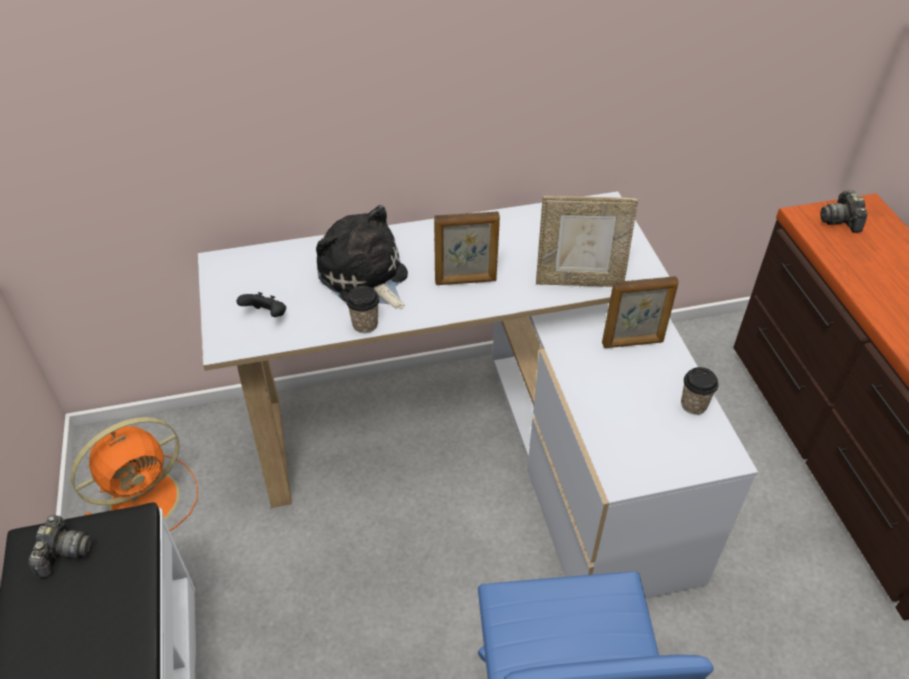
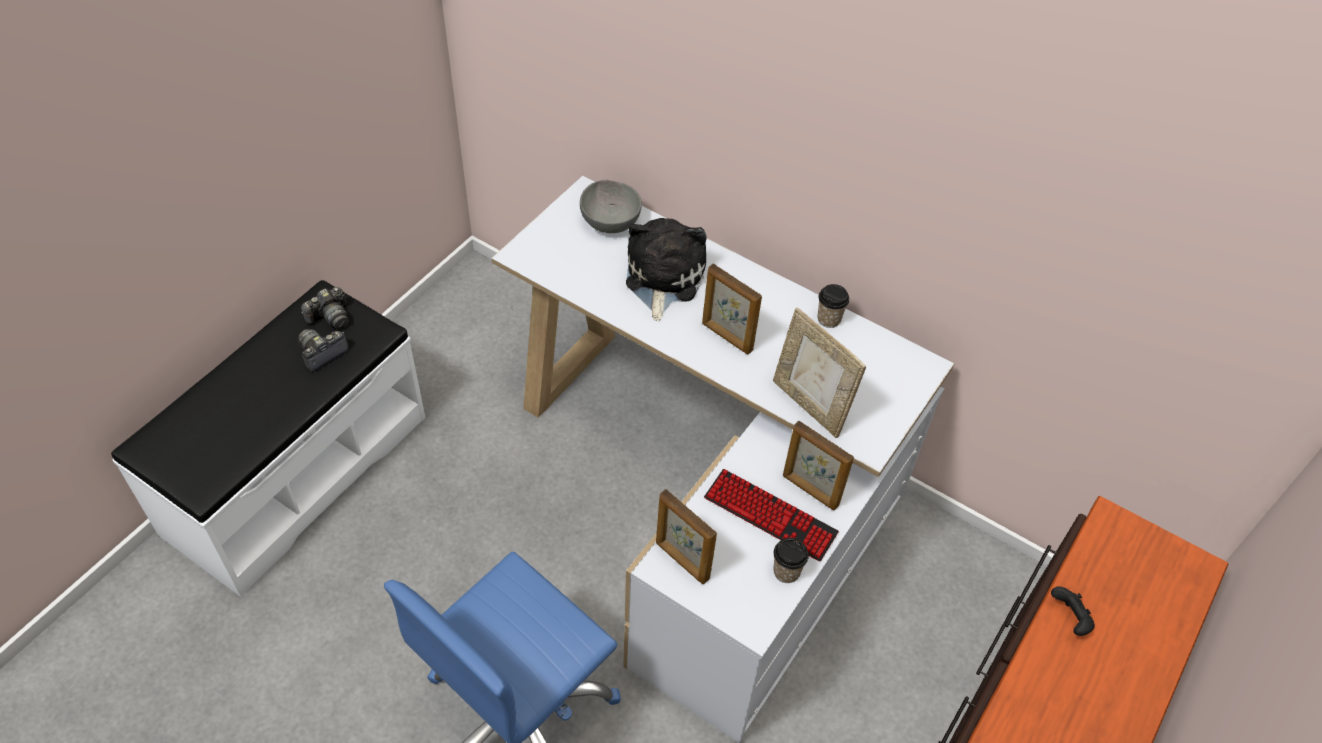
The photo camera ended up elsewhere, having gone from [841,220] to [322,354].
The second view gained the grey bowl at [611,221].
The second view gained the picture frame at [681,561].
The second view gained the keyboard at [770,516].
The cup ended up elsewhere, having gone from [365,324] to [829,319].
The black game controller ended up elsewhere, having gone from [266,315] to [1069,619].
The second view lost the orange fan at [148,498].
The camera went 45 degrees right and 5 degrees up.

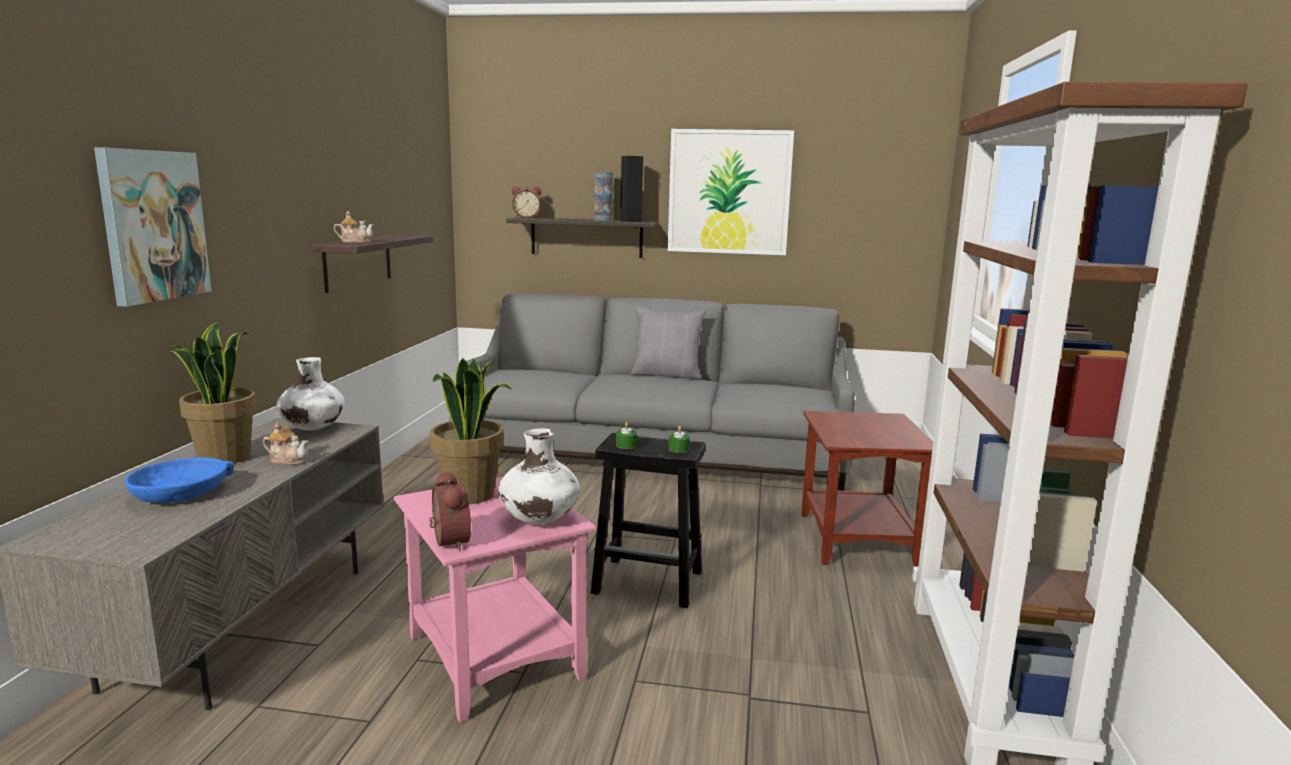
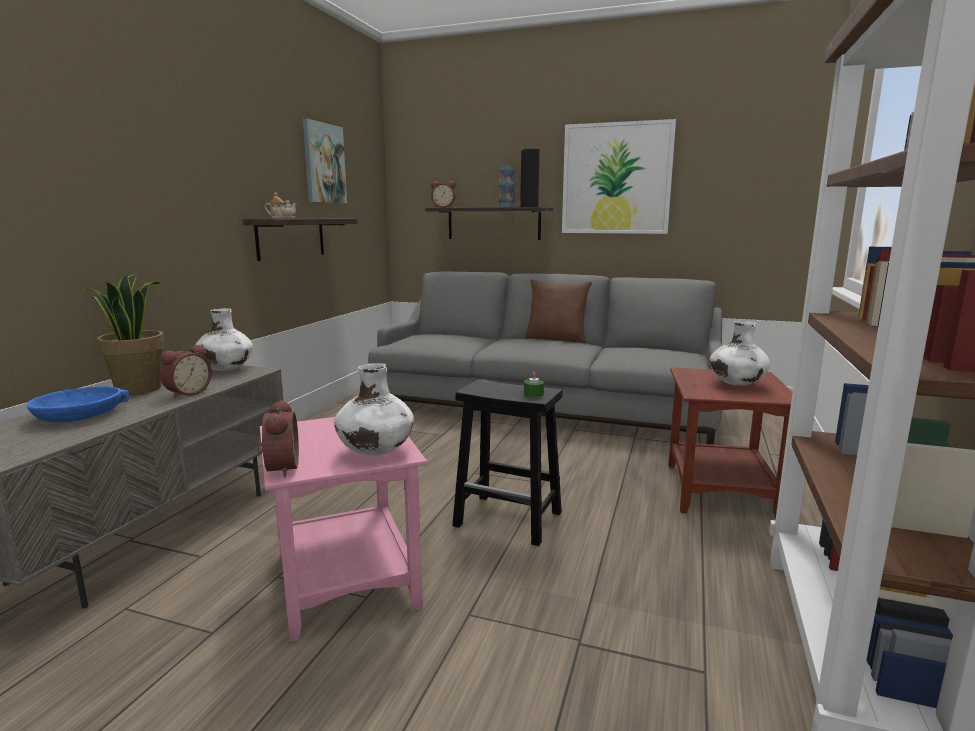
Where the teapot stood at [289,460], the alarm clock came to stand at [187,393].
The picture ended up elsewhere, having gone from [153,225] to [323,163].
What was the grey pillow at [667,374] turned into the brown pillow at [556,339].
The second view gained the white vase at [736,384].
The second view lost the potted plant at [470,495].
The second view lost the green candle at [626,445].
The camera went 10 degrees right and 0 degrees up.

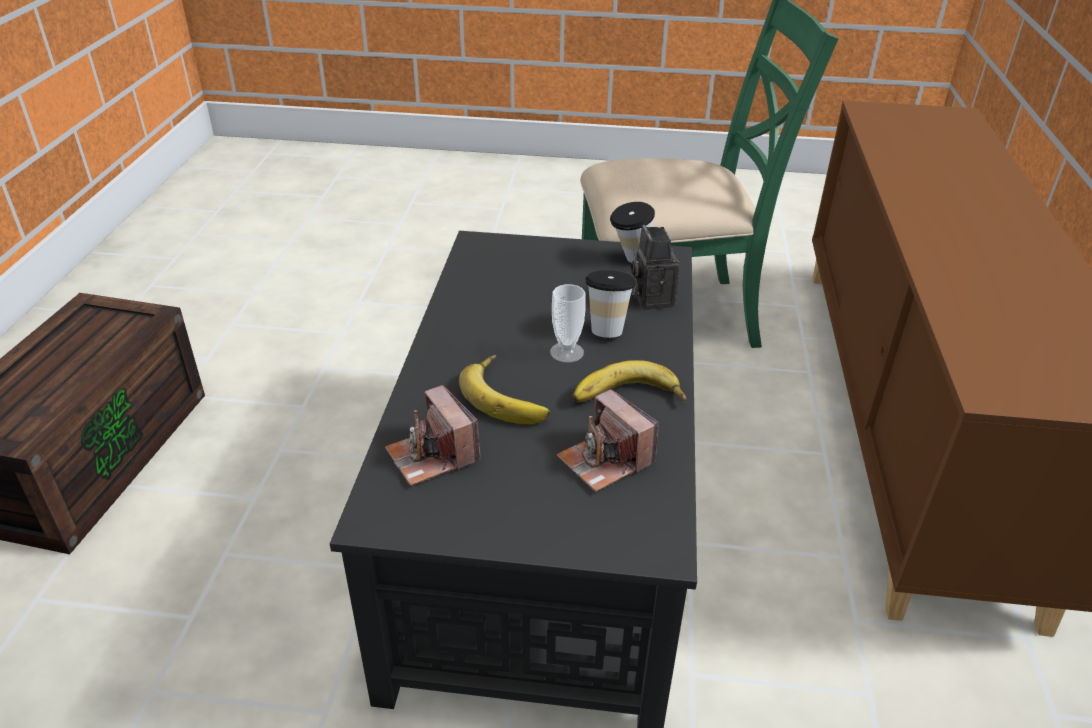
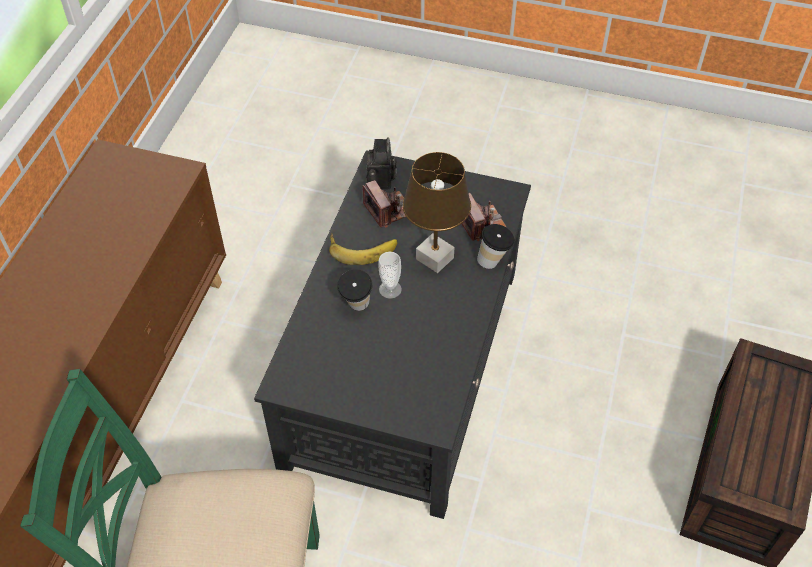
The photo camera ended up elsewhere, having gone from [650,298] to [381,182].
Where the banana stood at [508,396], the brown table lamp came to stand at [434,258].
The cup ended up elsewhere, having gone from [630,259] to [494,261].
The camera went 170 degrees left and 15 degrees up.

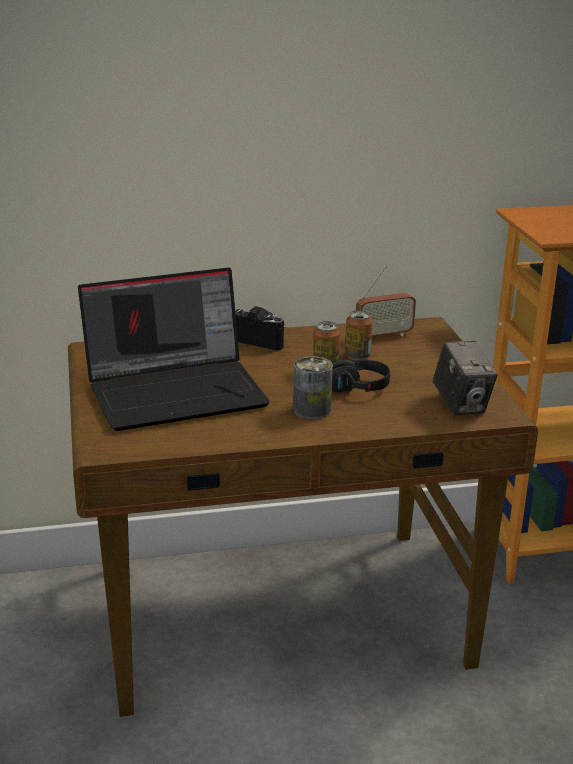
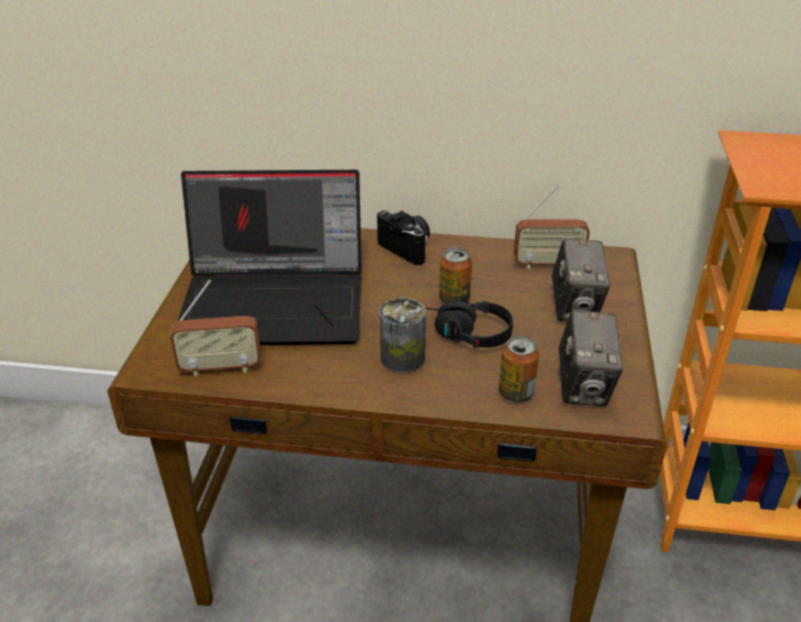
The second view gained the radio at [220,368].
The can ended up elsewhere, having gone from [357,356] to [516,393].
The second view gained the photo camera at [575,308].
The camera went 20 degrees right and 10 degrees up.

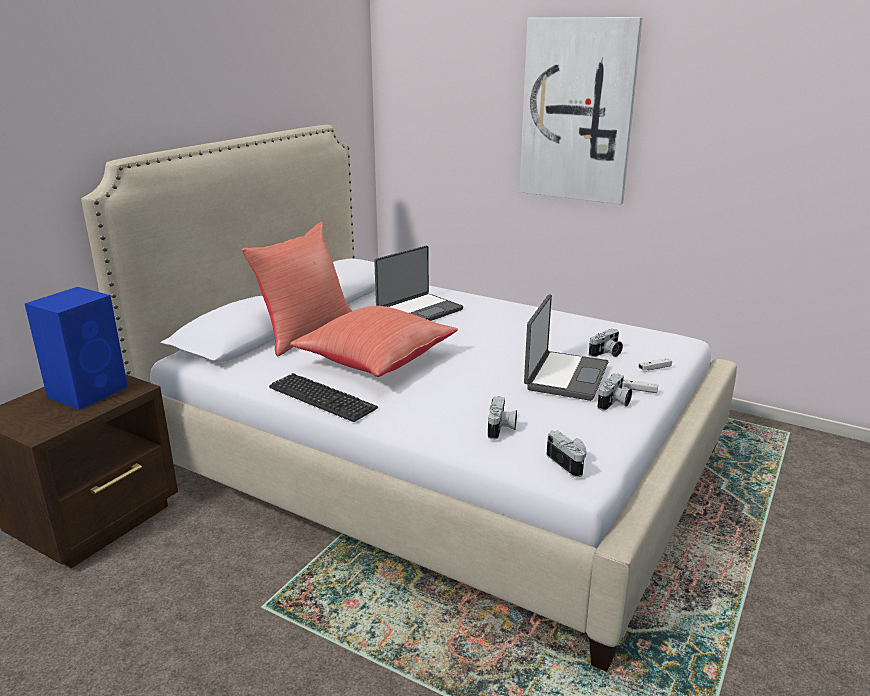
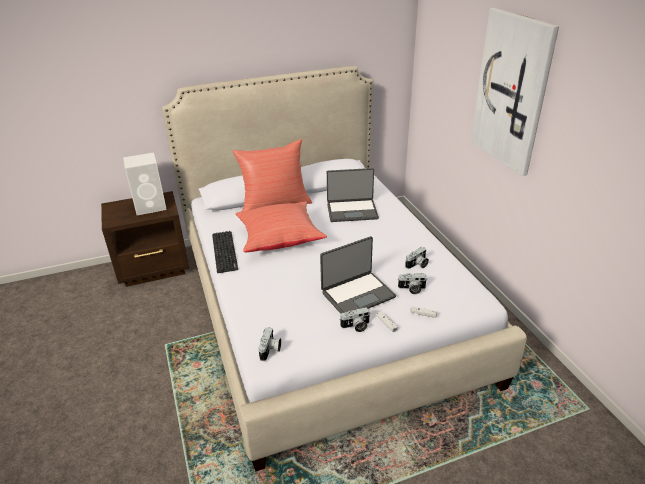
What was the blue speaker at [89,391] turned into the white speaker at [151,206].
The photo camera ended up elsewhere, having gone from [501,429] to [417,265].
The camera went 40 degrees right and 10 degrees up.

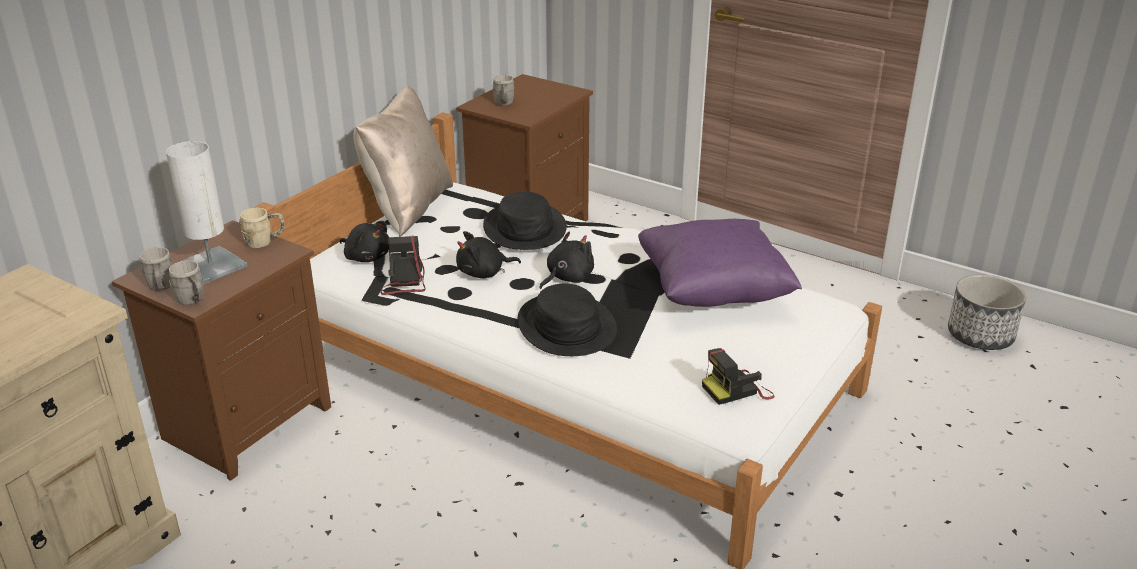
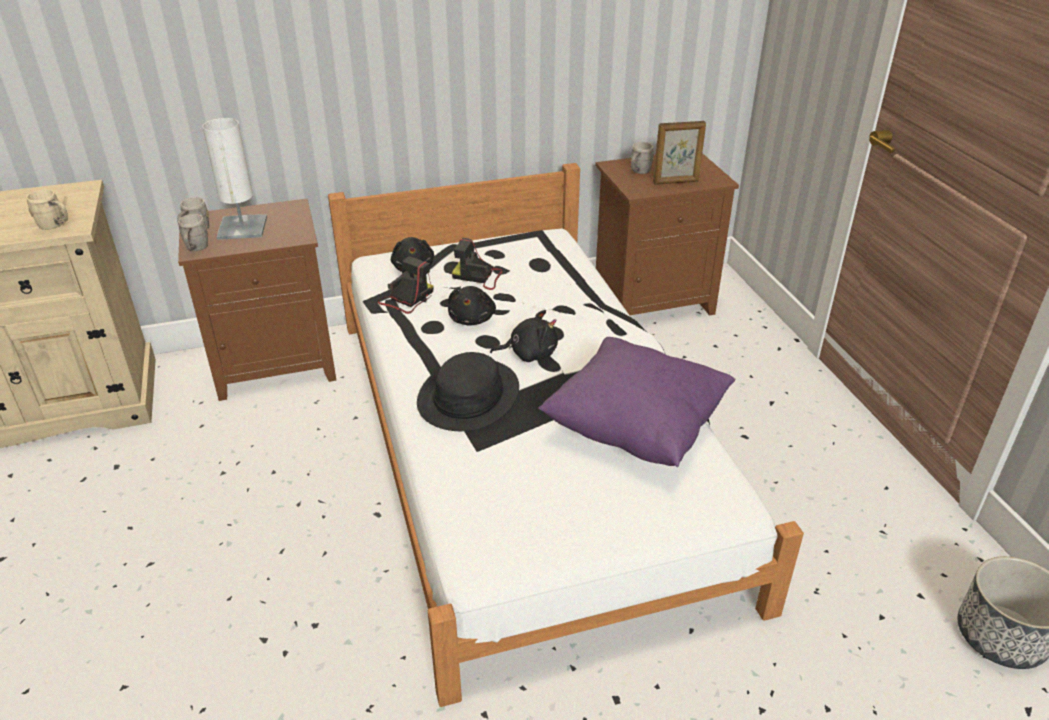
The beige mug ended up elsewhere, having gone from [265,242] to [55,225].
The black plush toy at [484,273] ended up facing another way, 105 degrees counterclockwise from before.
The photo camera ended up elsewhere, having gone from [737,390] to [478,277].
The second view gained the picture frame at [676,182].
The second view lost the beige pillow at [408,208].
The second view lost the black hat at [525,228].
The camera went 40 degrees right and 5 degrees up.

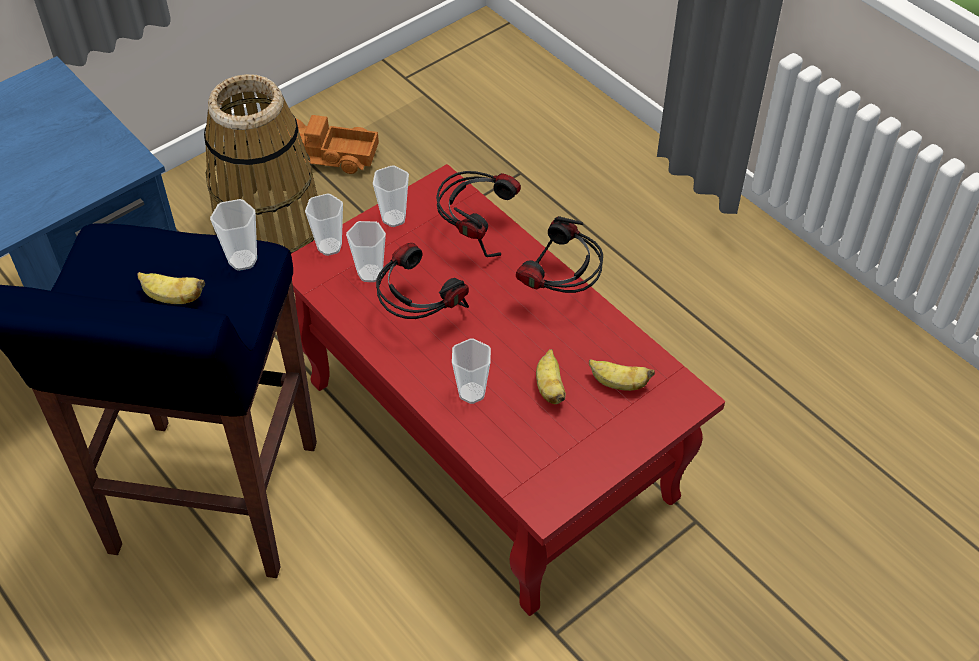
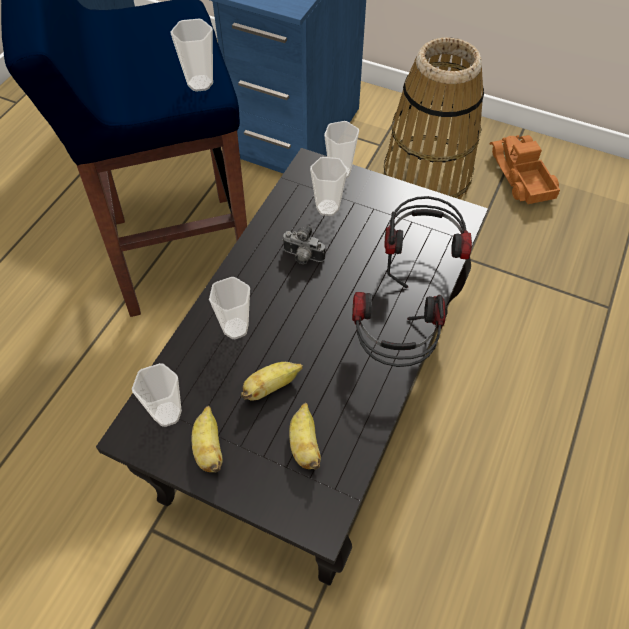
What was the red coffee table at [487,438] turned into the black coffee table at [315,399].
The cup ended up elsewhere, having gone from [394,218] to [167,414].
The banana ended up elsewhere, having gone from [172,298] to [209,447].
Where the headphones stood at [419,314], the photo camera came to stand at [302,257].
The camera went 65 degrees right and 5 degrees up.

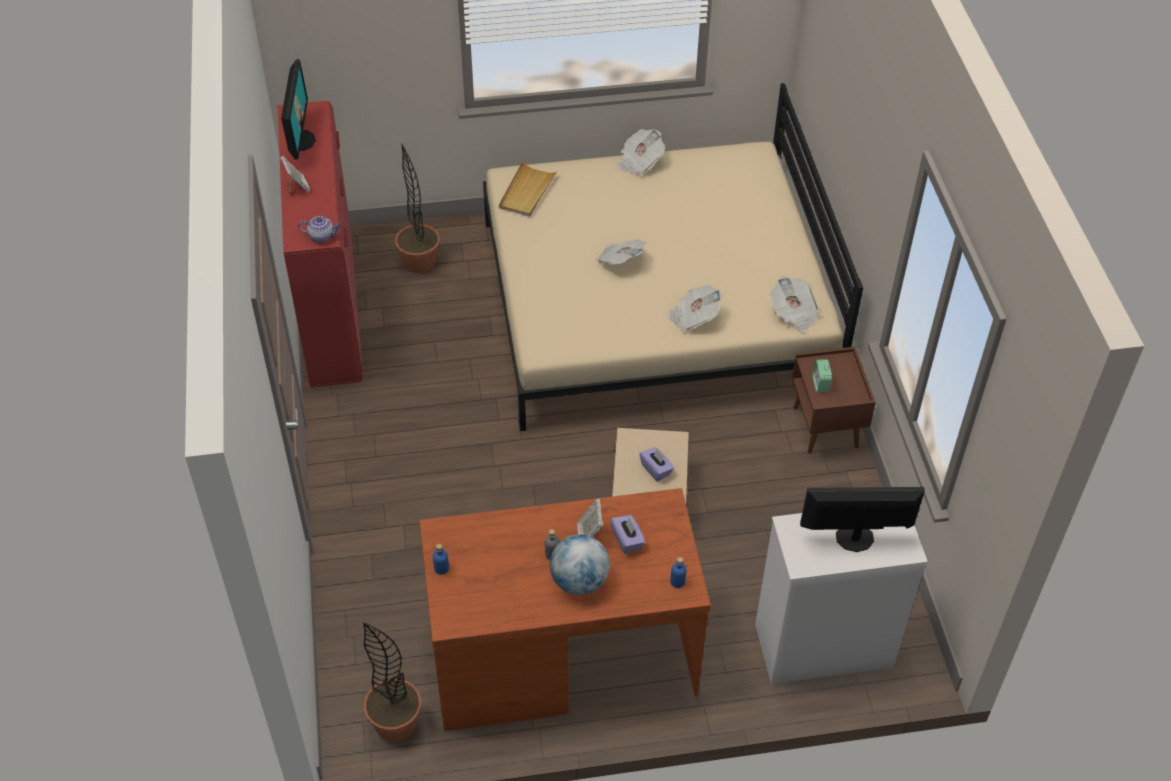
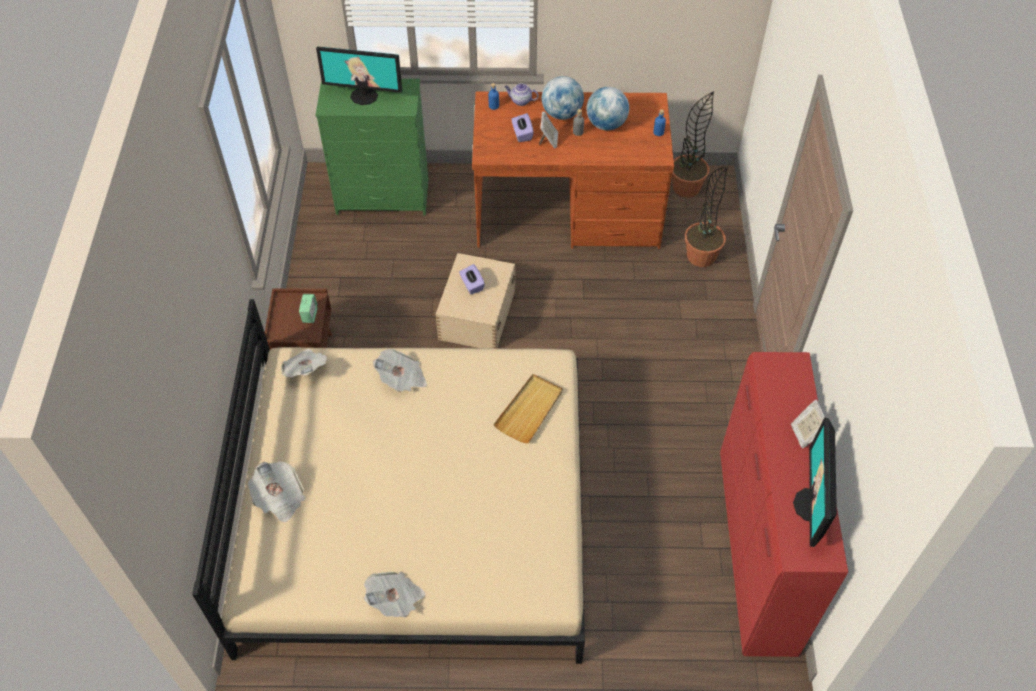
The newspaper ended up elsewhere, having gone from [620,261] to [279,498].
What was the white dresser at [822,646] turned into the green dresser at [383,196].
The beige tray ended up elsewhere, having gone from [527,192] to [529,410].
The teapot ended up elsewhere, having gone from [322,236] to [520,101].
The second view gained the globe at [606,124].
The potted plant ended up elsewhere, having gone from [419,262] to [701,256].
The camera went 170 degrees left and 5 degrees up.

